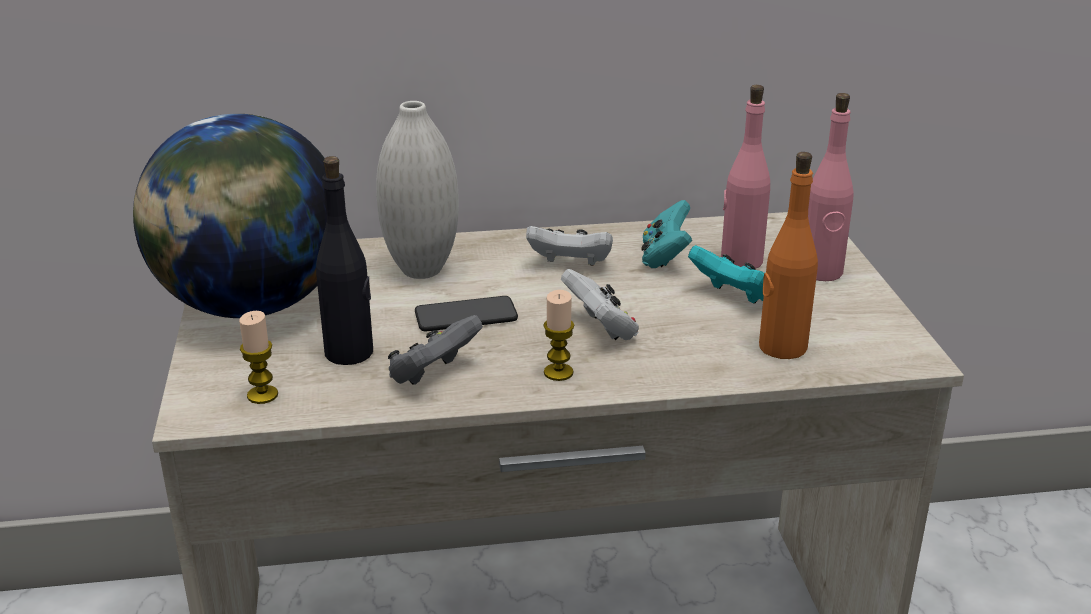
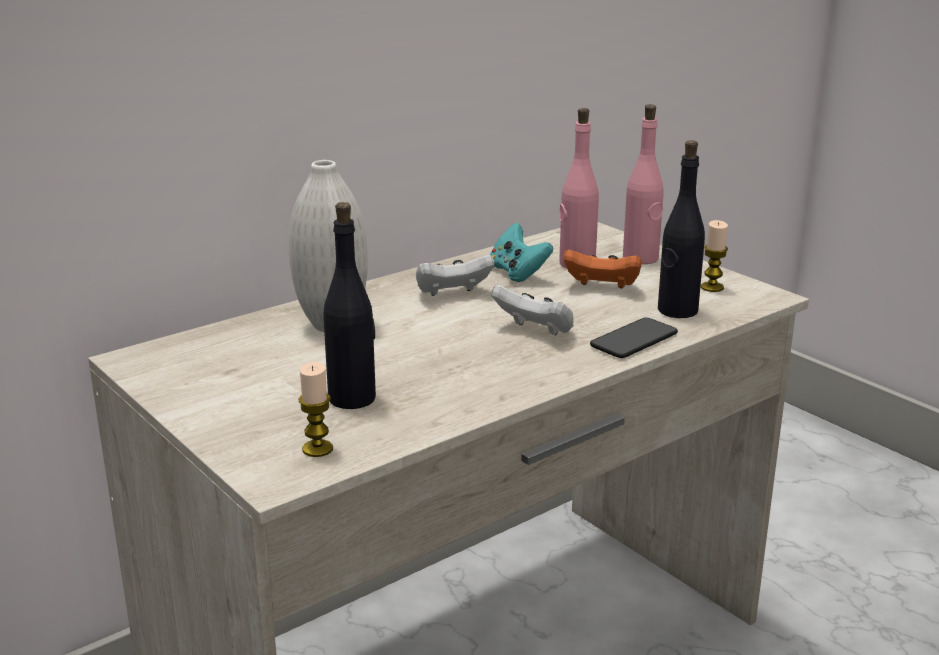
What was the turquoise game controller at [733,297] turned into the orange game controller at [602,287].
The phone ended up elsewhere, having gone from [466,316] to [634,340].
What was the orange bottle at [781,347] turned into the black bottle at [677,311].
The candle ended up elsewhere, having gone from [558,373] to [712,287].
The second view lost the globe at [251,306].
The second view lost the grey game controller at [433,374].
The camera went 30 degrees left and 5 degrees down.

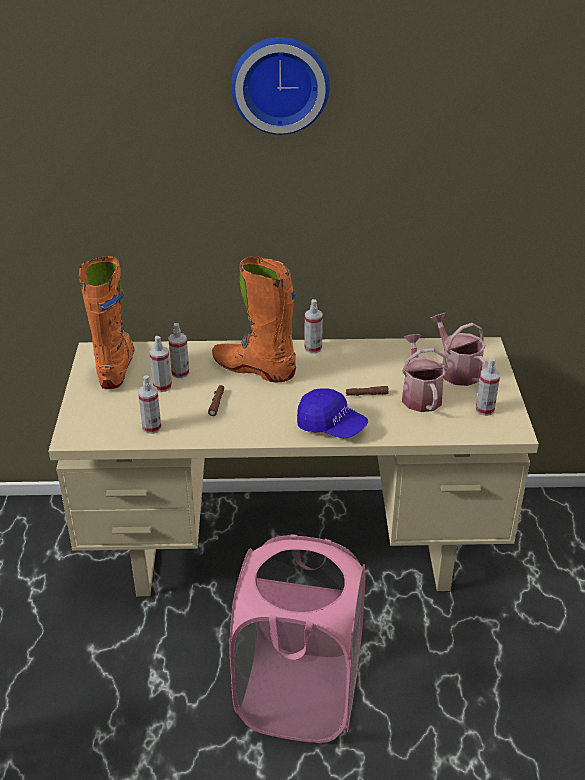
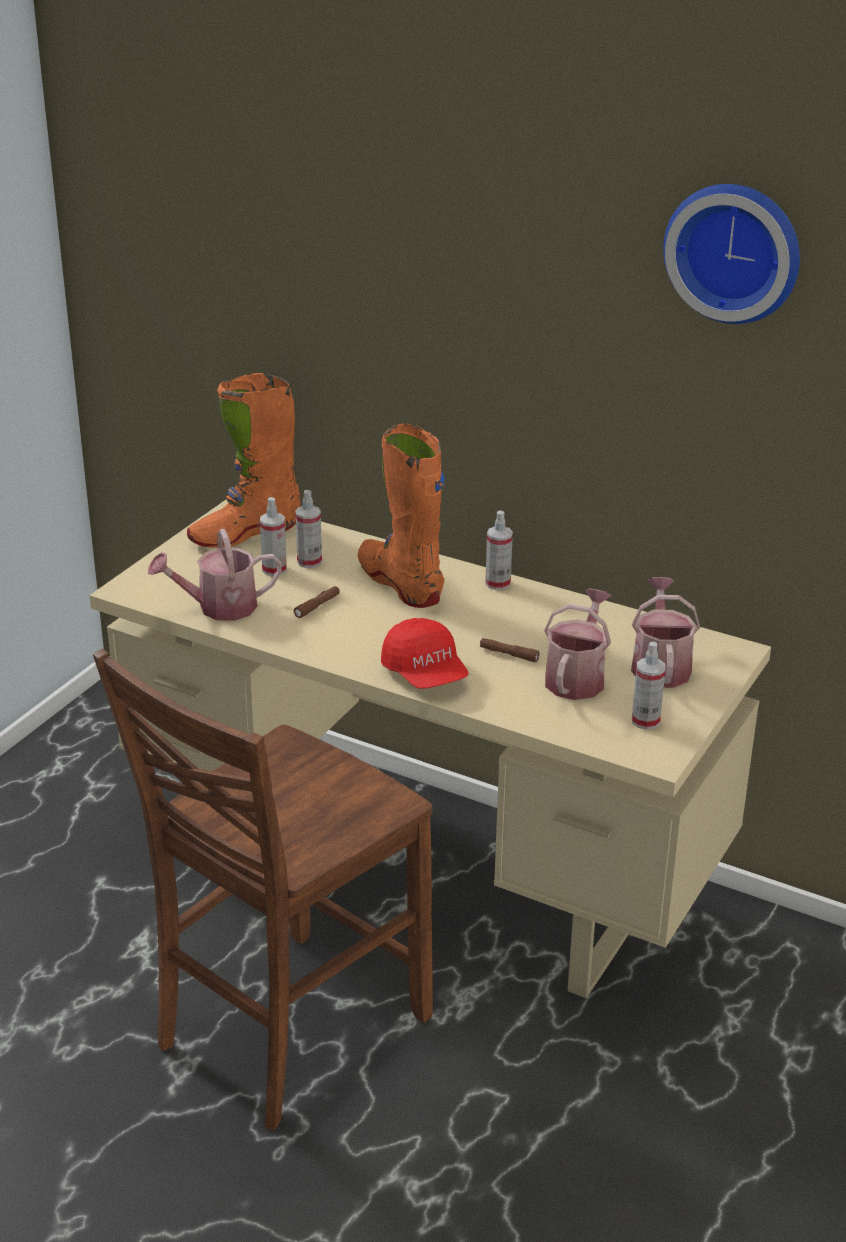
Where the pink laundry basket stood at [298,696], the brown chair came to stand at [286,1031].
Where the spray bottle stood at [151,427], the watering can came to stand at [219,607].
The orange boot at [116,366] ended up facing another way, 150 degrees counterclockwise from before.
What was the blue cap at [331,426] turned into the red cap at [425,674].
The wall clock ended up elsewhere, having gone from [280,83] to [735,251].
The camera went 30 degrees right and 5 degrees down.

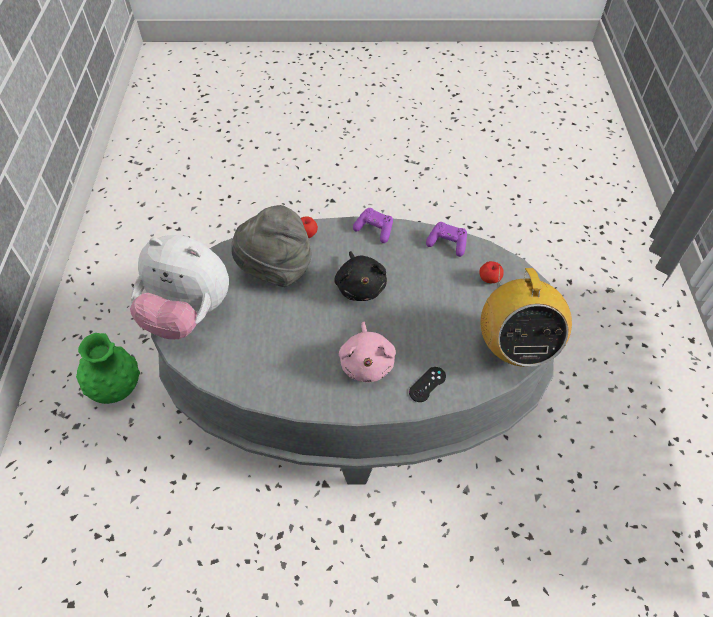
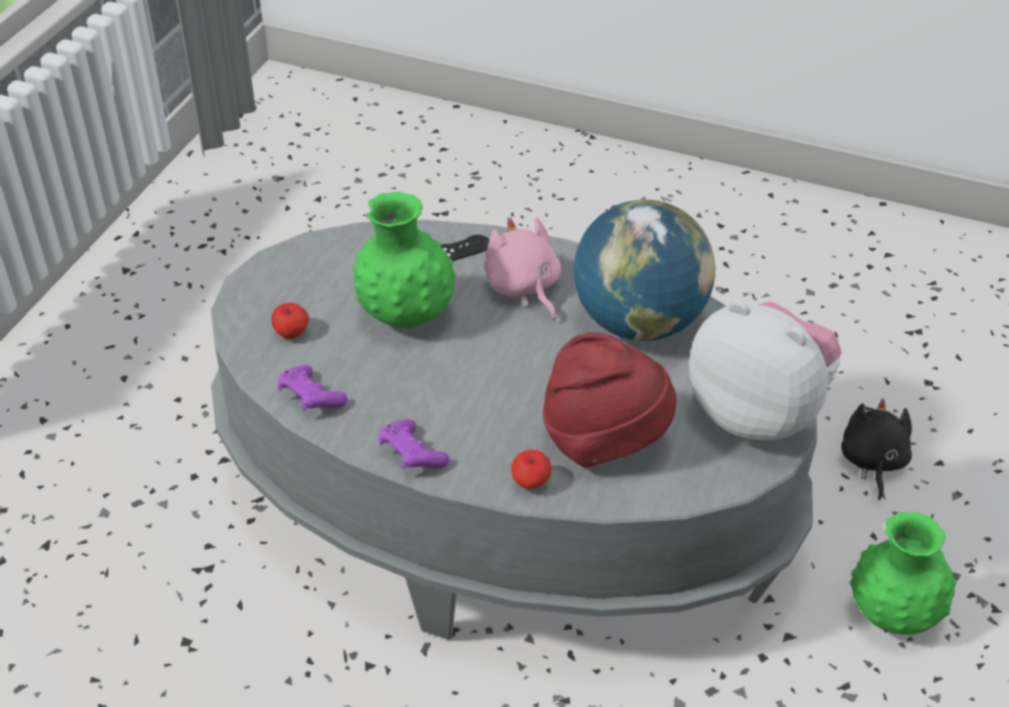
The second view gained the green vase at [405,315].
The pink plush toy at [367,362] ended up facing another way, 45 degrees counterclockwise from before.
What was the grey hat at [276,269] turned into the red hat at [603,439].
The second view gained the globe at [637,322].
The black plush toy ended up elsewhere, having gone from [360,286] to [871,462].
The second view lost the radio at [515,347].
The camera went 160 degrees left and 10 degrees down.

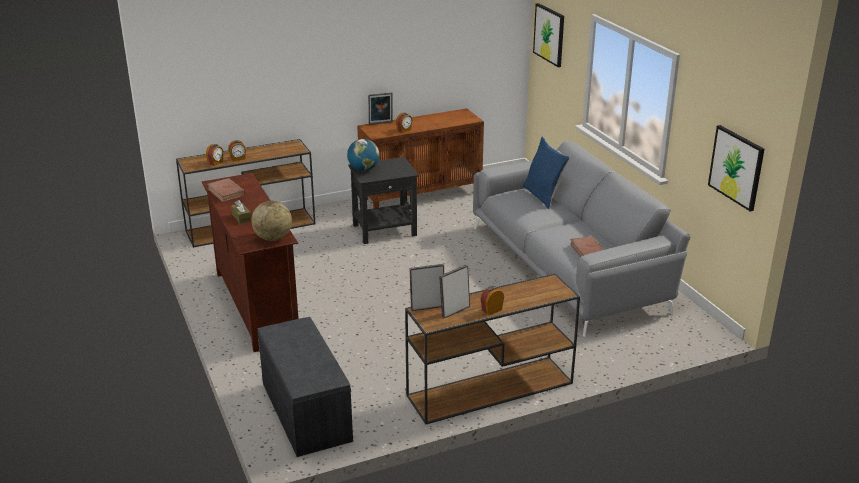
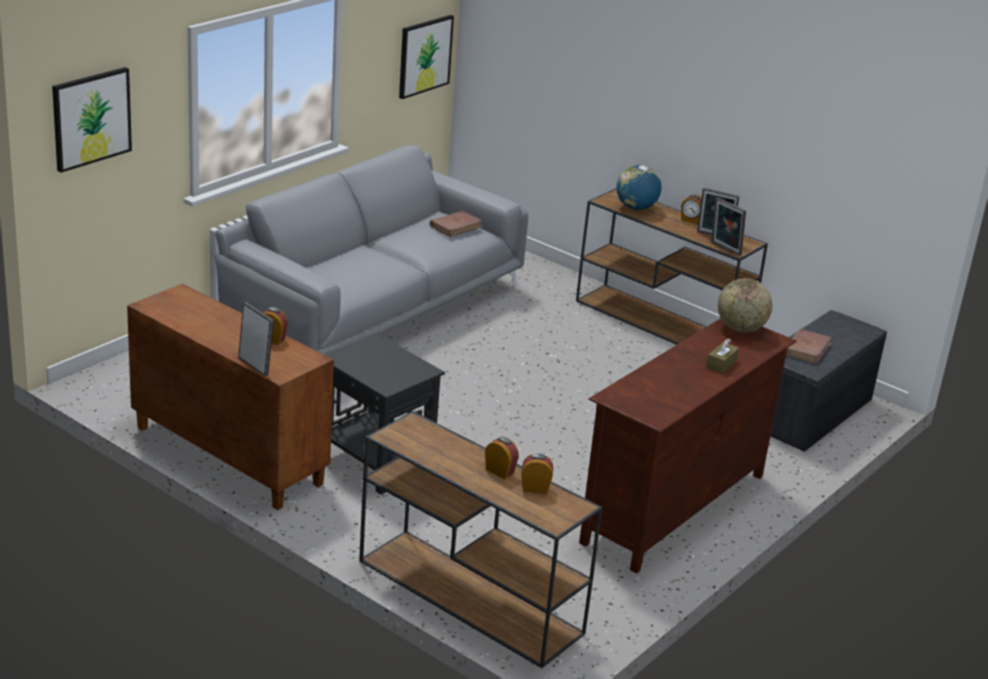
The globe ended up elsewhere, having gone from [363,169] to [636,208].
The brown book ended up elsewhere, having gone from [226,192] to [807,349].
The second view lost the blue pillow at [543,196].
The camera went 120 degrees left and 0 degrees up.

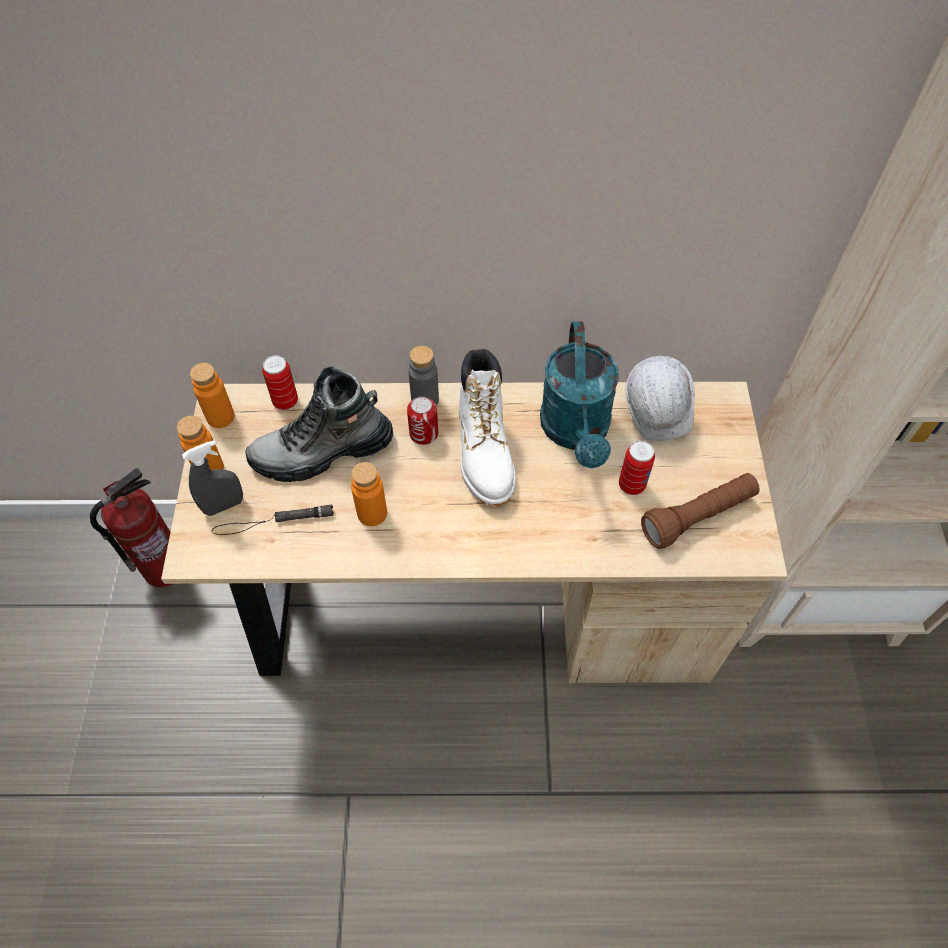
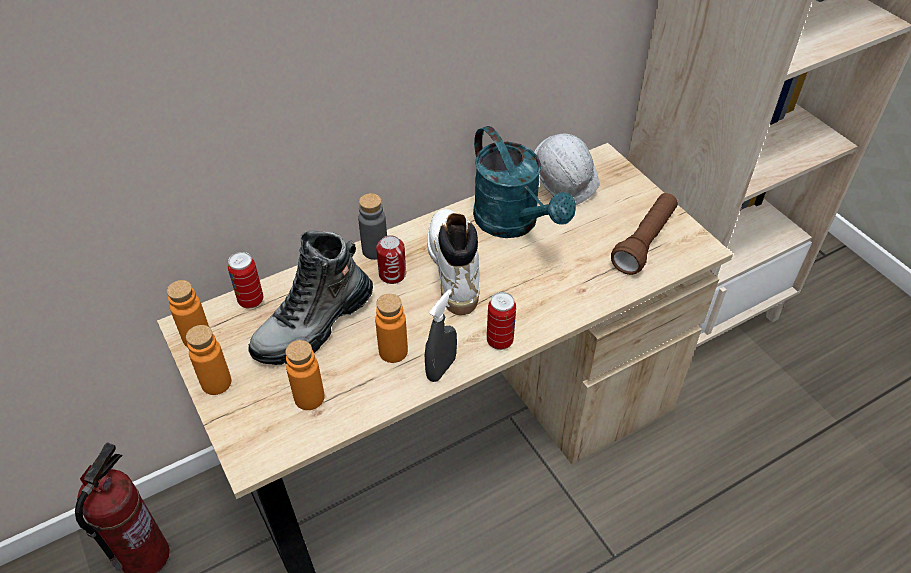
Where the black flashlight stood at [273,522], the orange bottle came to stand at [309,397].
The grey spray bottle ended up elsewhere, having gone from [224,505] to [441,368].
The white boot at [485,453] ended up facing another way, 150 degrees counterclockwise from before.
The can ended up elsewhere, having gone from [631,485] to [499,341].
The camera went 30 degrees left and 10 degrees down.

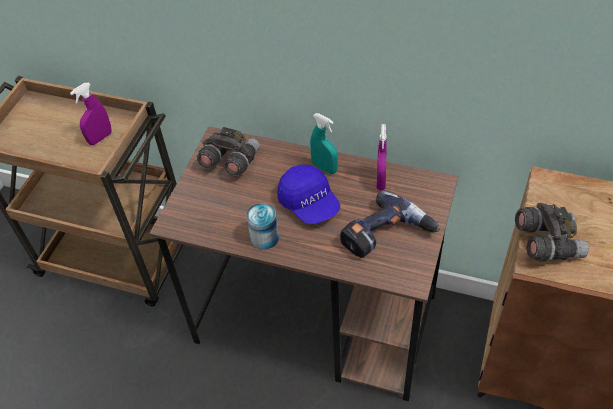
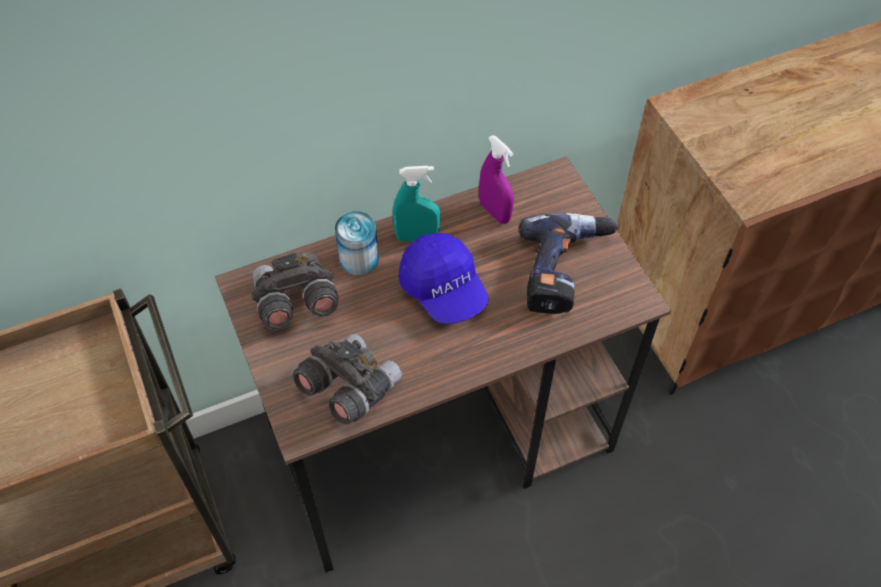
The grey binoculars ended up elsewhere, having gone from [546,243] to [348,387].
The can ended up elsewhere, having gone from [264,238] to [359,259].
The blue cap at [309,203] ended up facing another way, 45 degrees clockwise from before.
The second view lost the purple spray bottle at [100,138].
The camera went 45 degrees left and 5 degrees up.

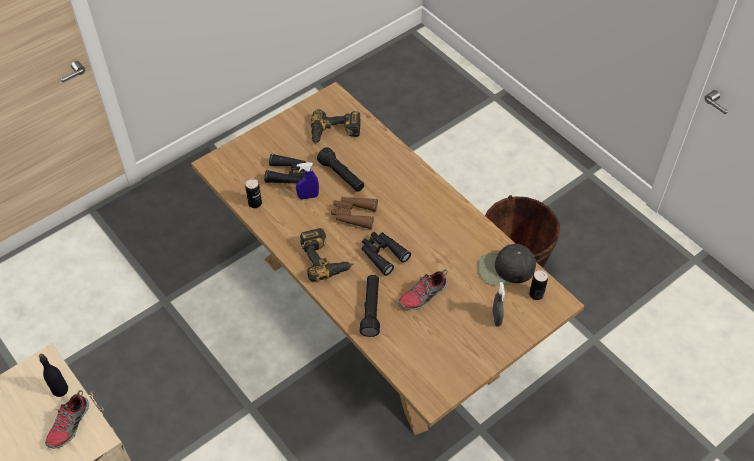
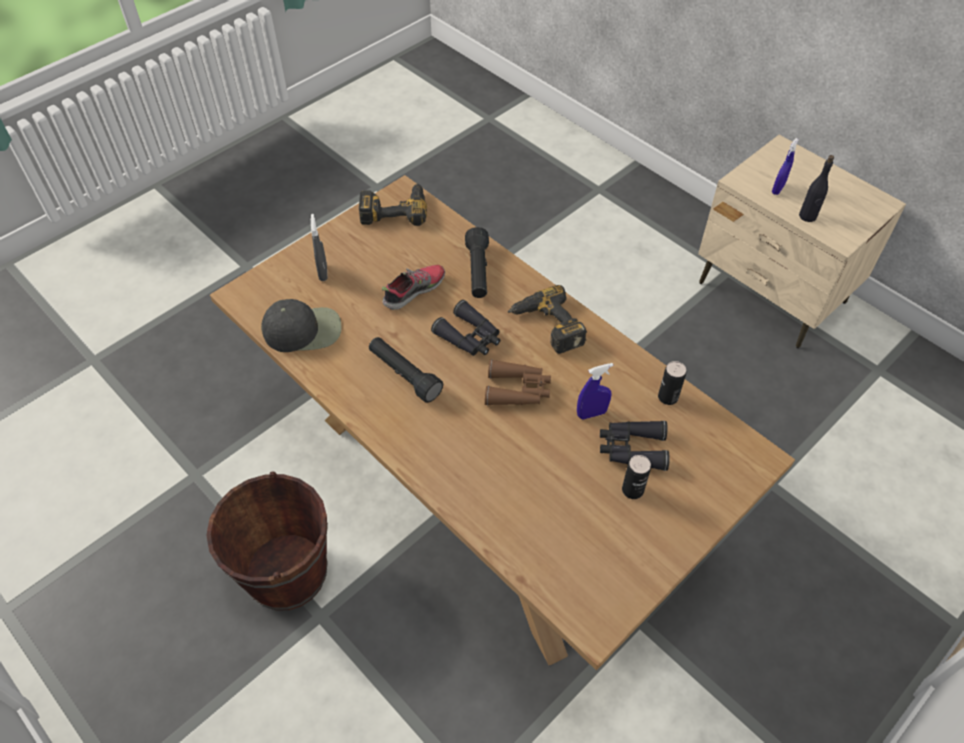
The power drill ended up elsewhere, having gone from [335,133] to [394,209].
The black flashlight ended up elsewhere, having gone from [341,176] to [404,375].
The can ended up elsewhere, having gone from [536,294] to [632,490].
Where the shoe stood at [69,425], the blue spray bottle came to stand at [778,189].
The camera went 175 degrees right and 0 degrees up.

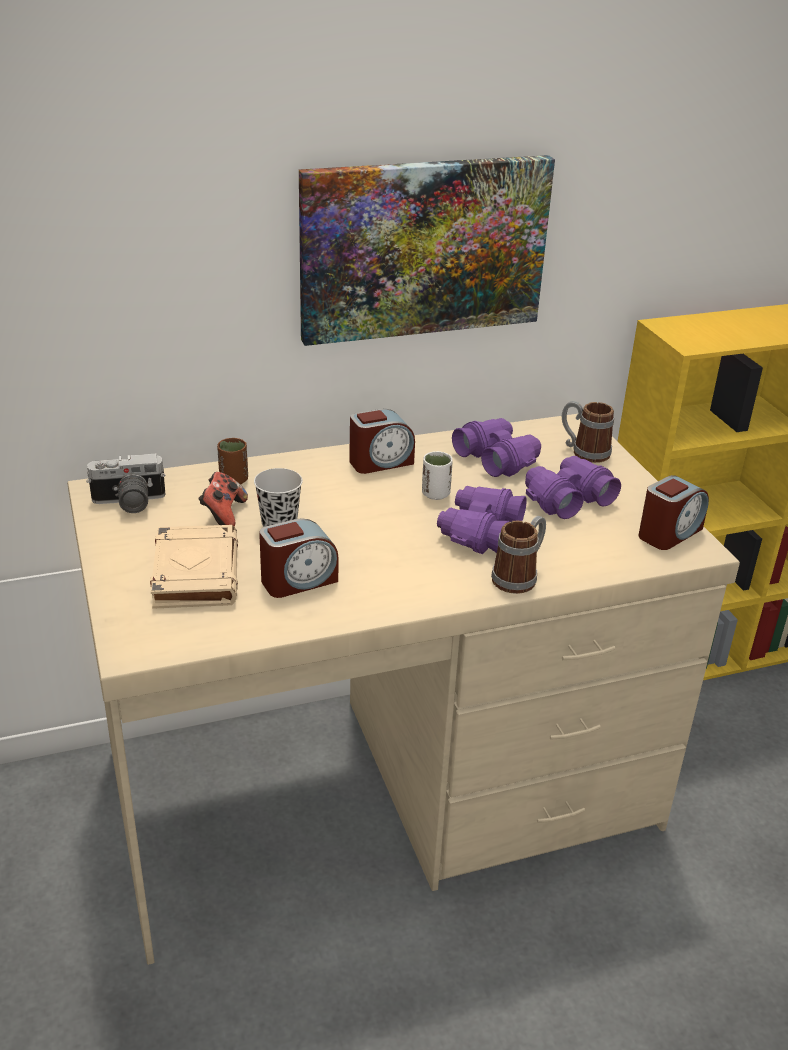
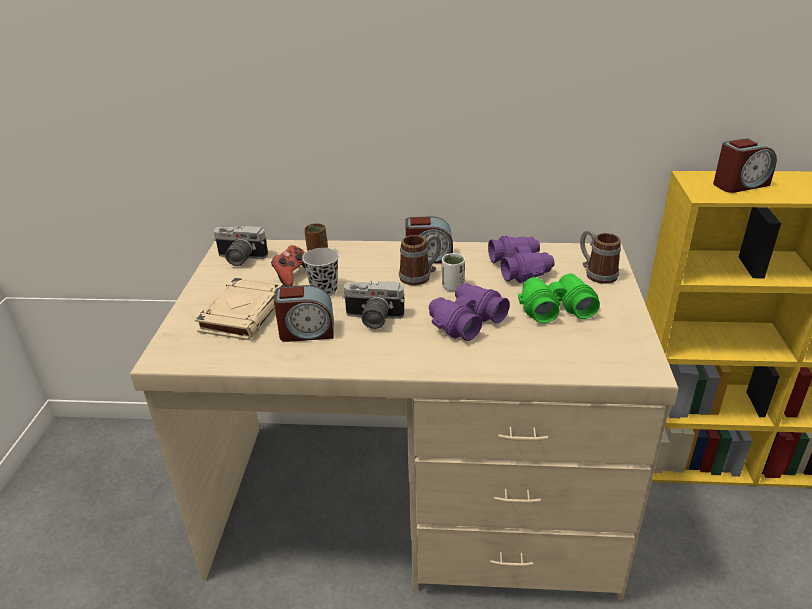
The second view gained the photo camera at [373,319].
The mug ended up elsewhere, having gone from [519,576] to [420,276].
What was the purple binoculars at [566,499] turned into the green binoculars at [555,308].
The alarm clock ended up elsewhere, having gone from [669,533] to [740,184].
The second view lost the picture at [423,248].
The camera went 25 degrees right and 0 degrees up.

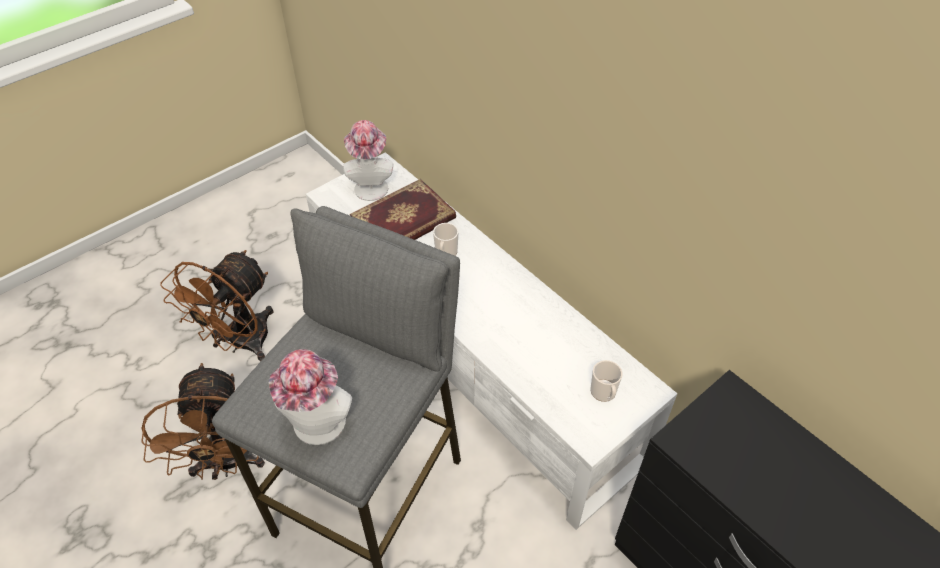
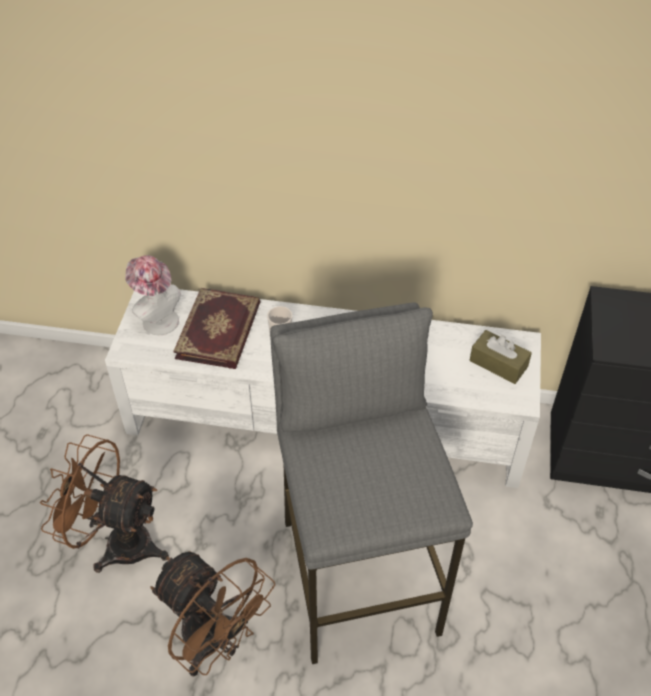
The brown fan at [241,344] ended up facing another way, 120 degrees clockwise from before.
Where the mug stood at [604,393], the brown tissue box came to stand at [498,364].
The second view lost the hat at [318,428].
The camera went 40 degrees left and 0 degrees up.

